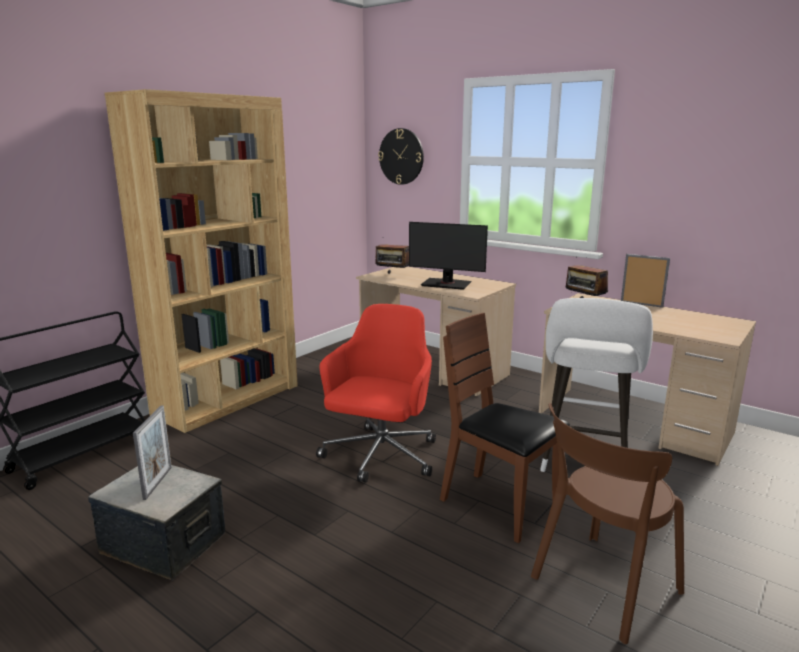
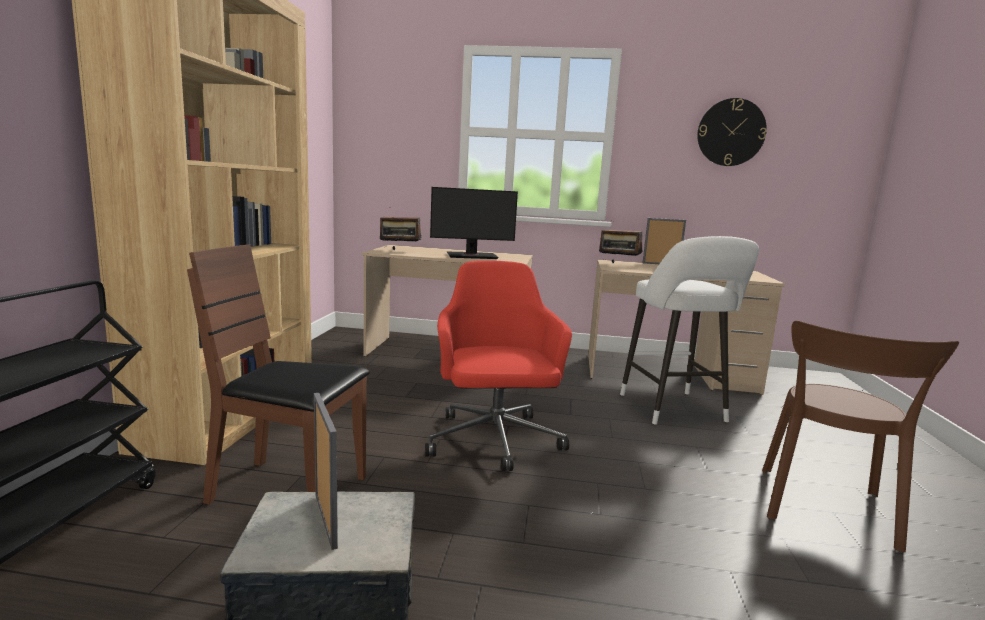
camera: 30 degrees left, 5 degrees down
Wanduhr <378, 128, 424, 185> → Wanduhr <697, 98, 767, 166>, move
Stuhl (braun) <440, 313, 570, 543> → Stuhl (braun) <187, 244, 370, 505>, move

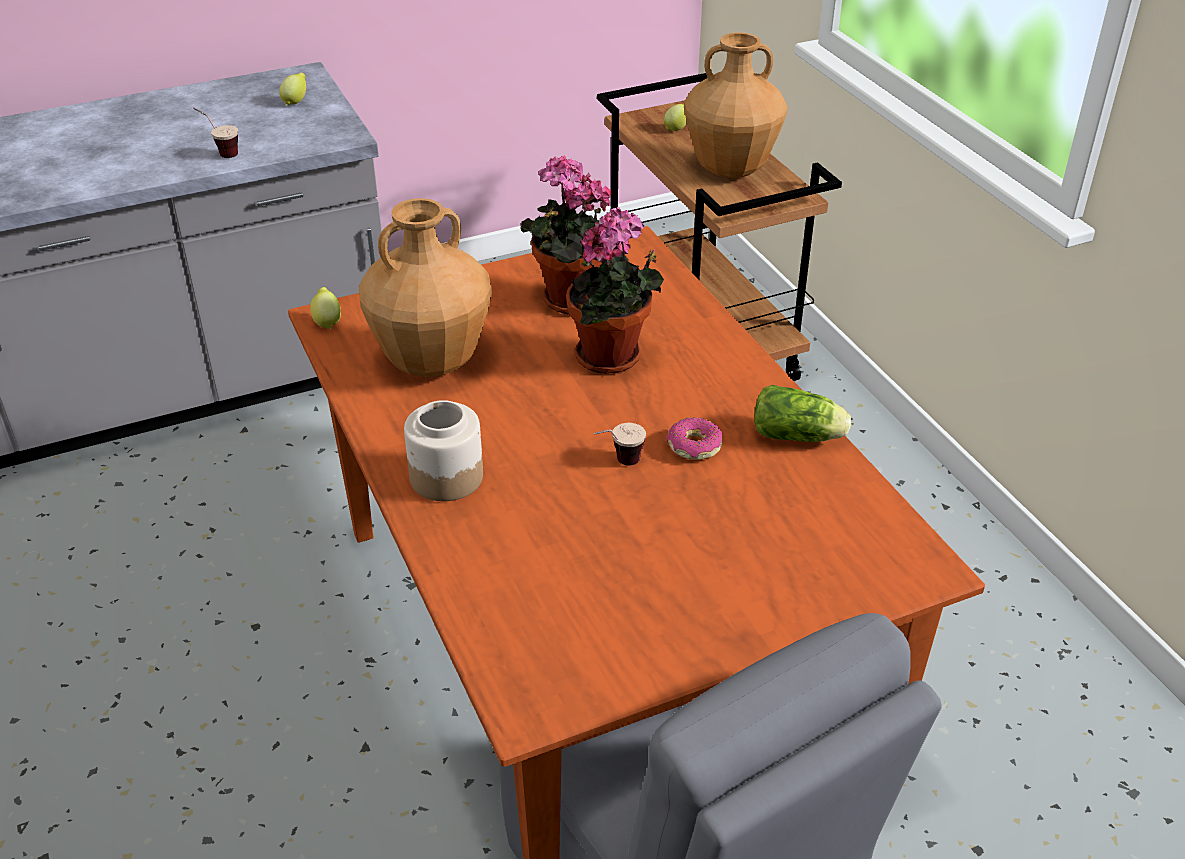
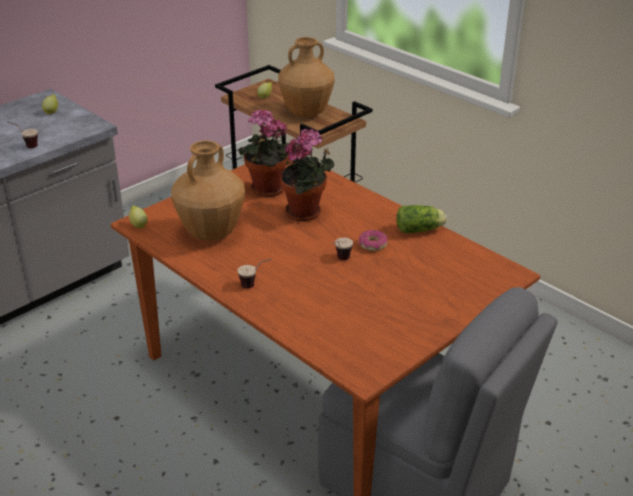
camera: 20 degrees left, 5 degrees down
Vorratsglas <404, 400, 483, 501> → Tasse <237, 259, 272, 289>

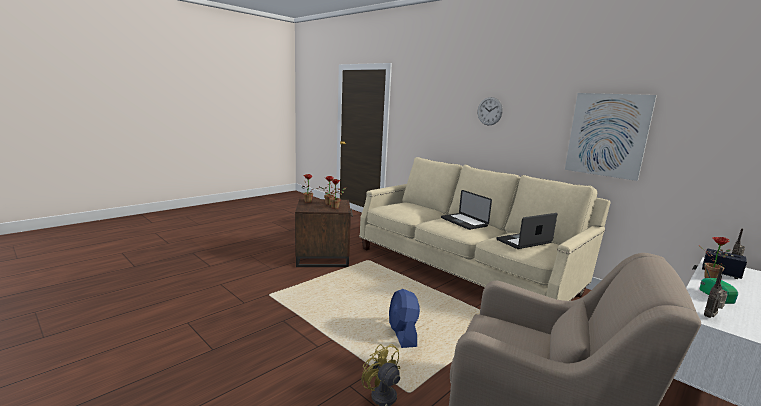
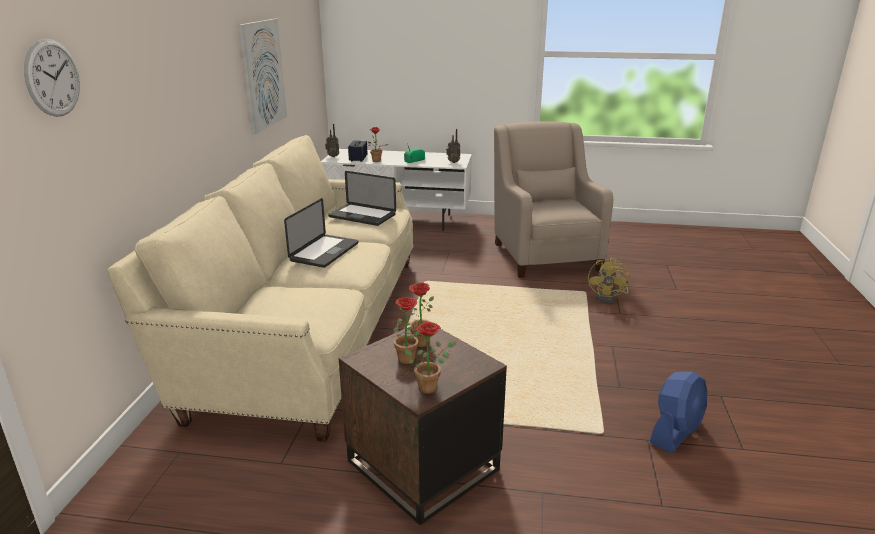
camera: 125 degrees left, 10 degrees up
Wanduhr <478, 97, 503, 125> → Wanduhr <24, 39, 80, 117>, move
Ventilator (blau) <389, 289, 420, 348> → Ventilator (blau) <650, 372, 708, 453>, move

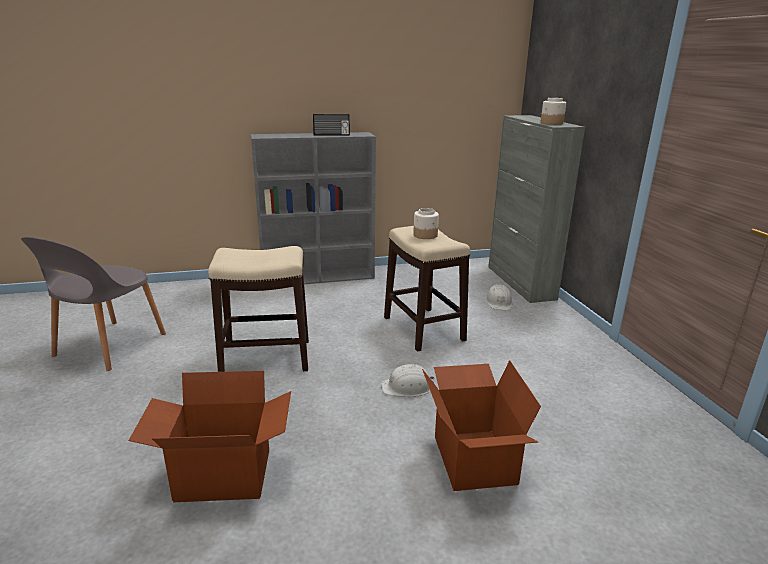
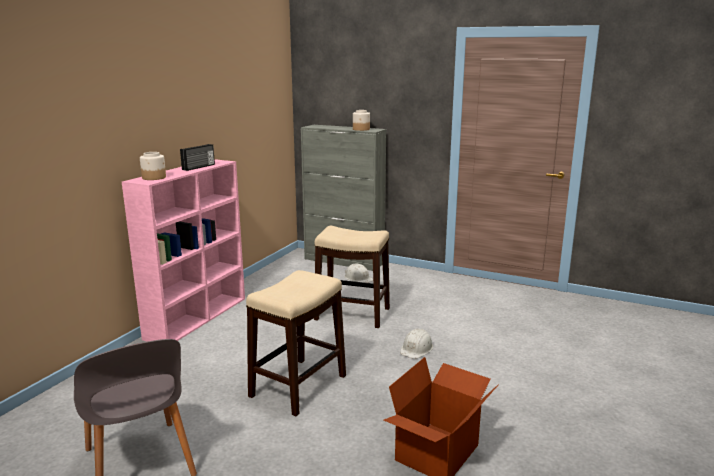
camera: 50 degrees left, 5 degrees down
Bücherregal (grau) <251, 132, 376, 284> → Bücherregal (rosa) <122, 159, 245, 342>
Vorratsglas <413, 208, 439, 239> → Vorratsglas <140, 152, 166, 180>, move
Karton <422, 360, 541, 491> → -

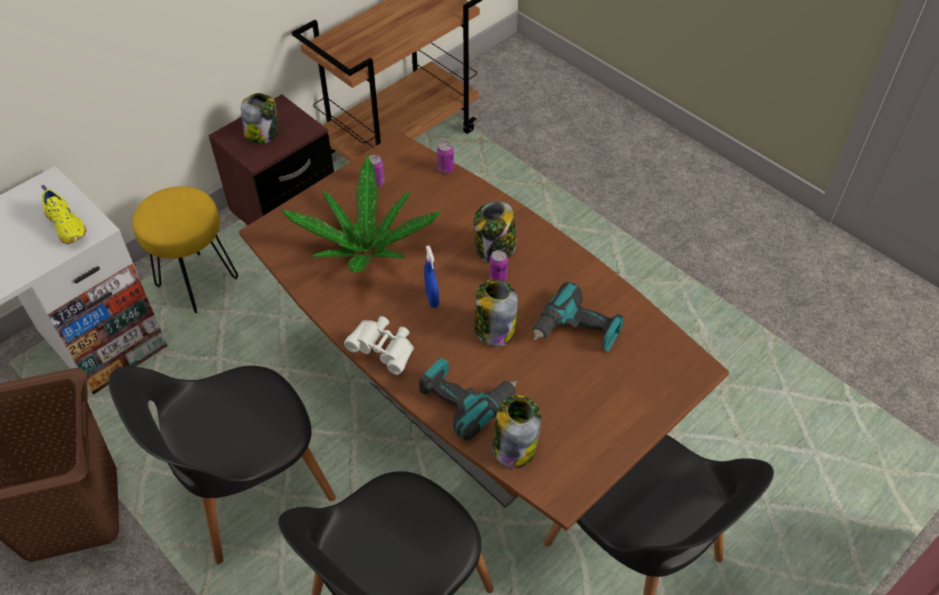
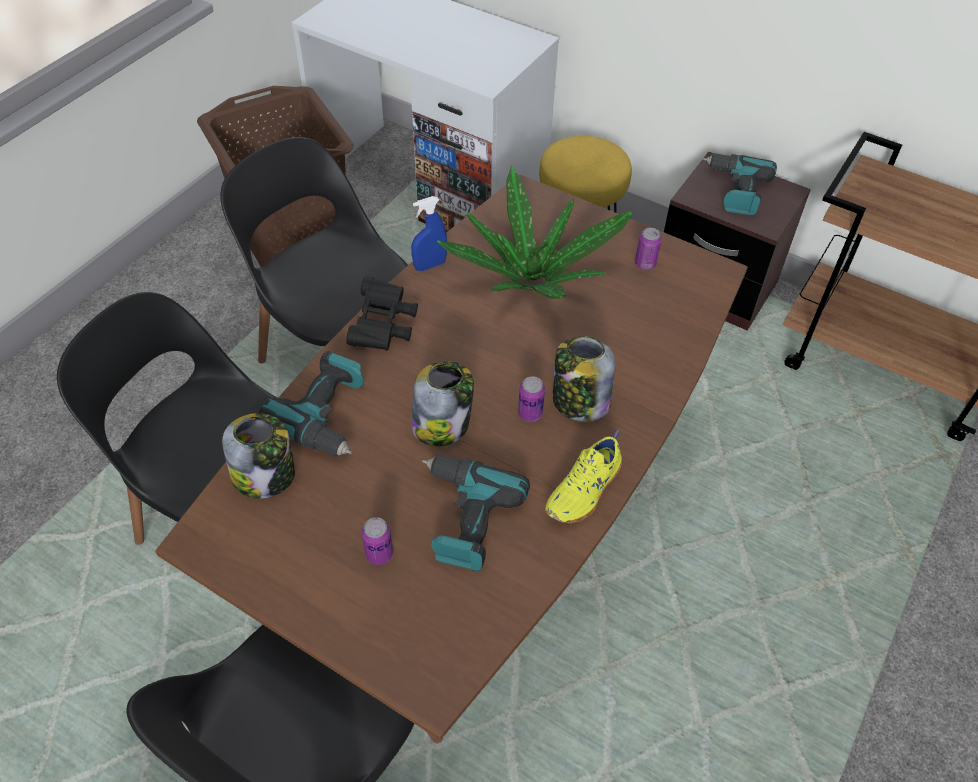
camera: 75 degrees right, 0 degrees up
Vorratsglas <241, 93, 278, 144> → Bohrmaschine <703, 153, 777, 216>
Dose <437, 142, 454, 174> → Dose <361, 517, 393, 565>, move
Schuh (gelb) <41, 185, 86, 244> → Schuh (gelb) <545, 429, 622, 523>, move
Sprühflasche (blau) <424, 245, 439, 308> → Sprühflasche (blau) <411, 196, 447, 271>, move
Fernglas (weiß) <344, 316, 414, 375> → Fernglas (schwarz) <346, 276, 418, 351>

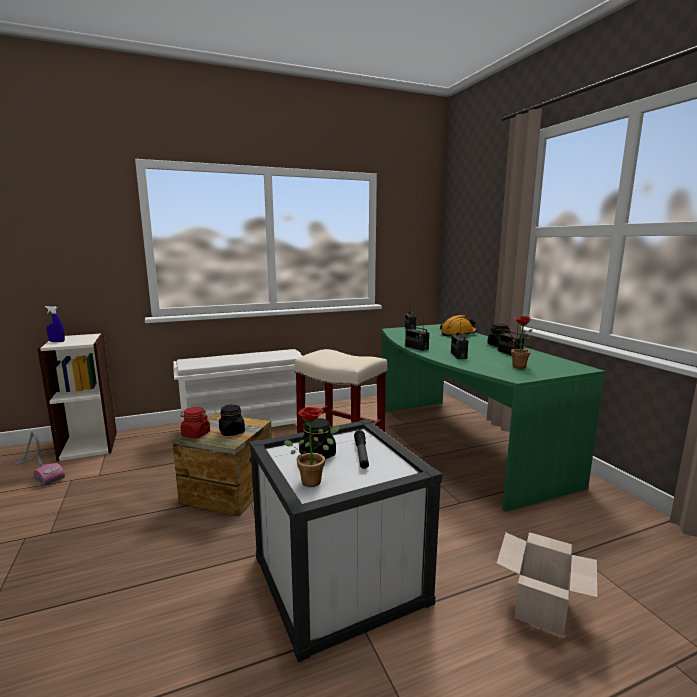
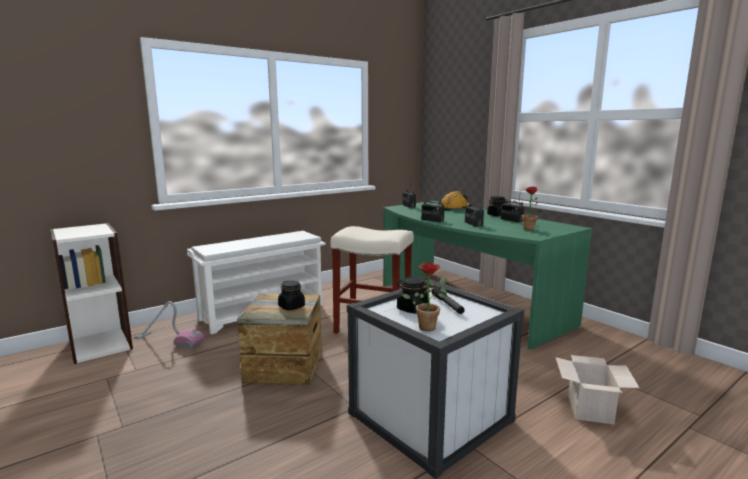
camera: 15 degrees left, 0 degrees up
Sprühflasche (blau) <45, 306, 65, 342> → -
Vorratsglas (rot) <180, 407, 210, 438> → -
Staubsauger <13, 431, 65, 486> → Staubsauger <135, 301, 204, 349>, move

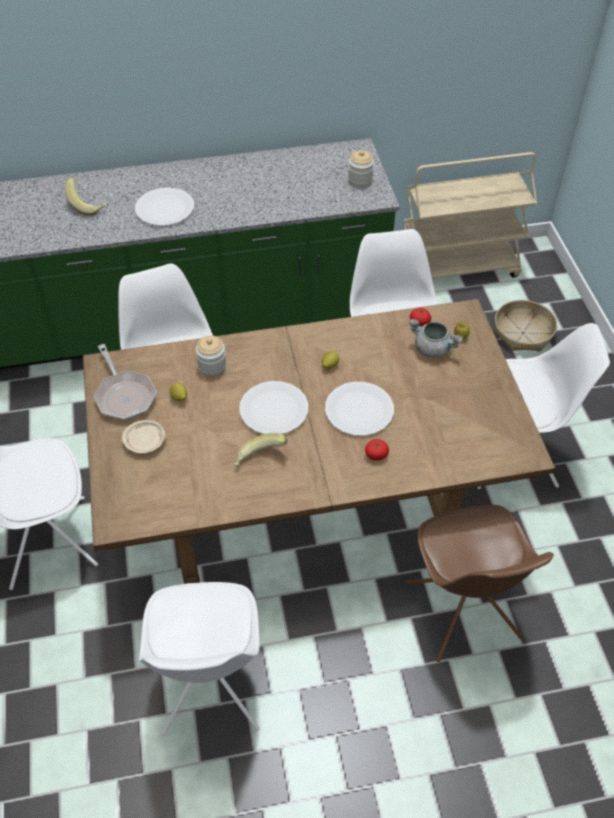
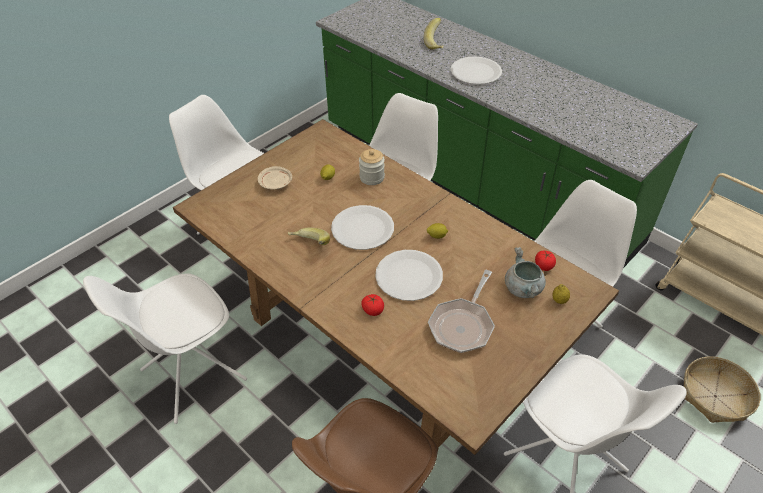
camera: 55 degrees right, 5 degrees down
Vorratsglas <348, 150, 374, 187> → -
Pfanne <94, 344, 157, 421> → Pfanne <428, 270, 495, 353>, move

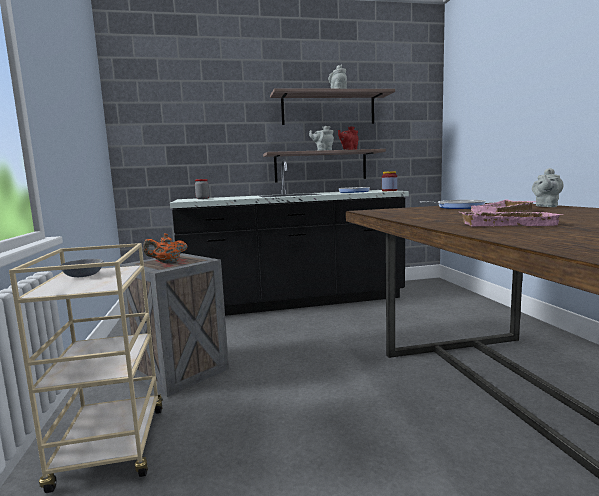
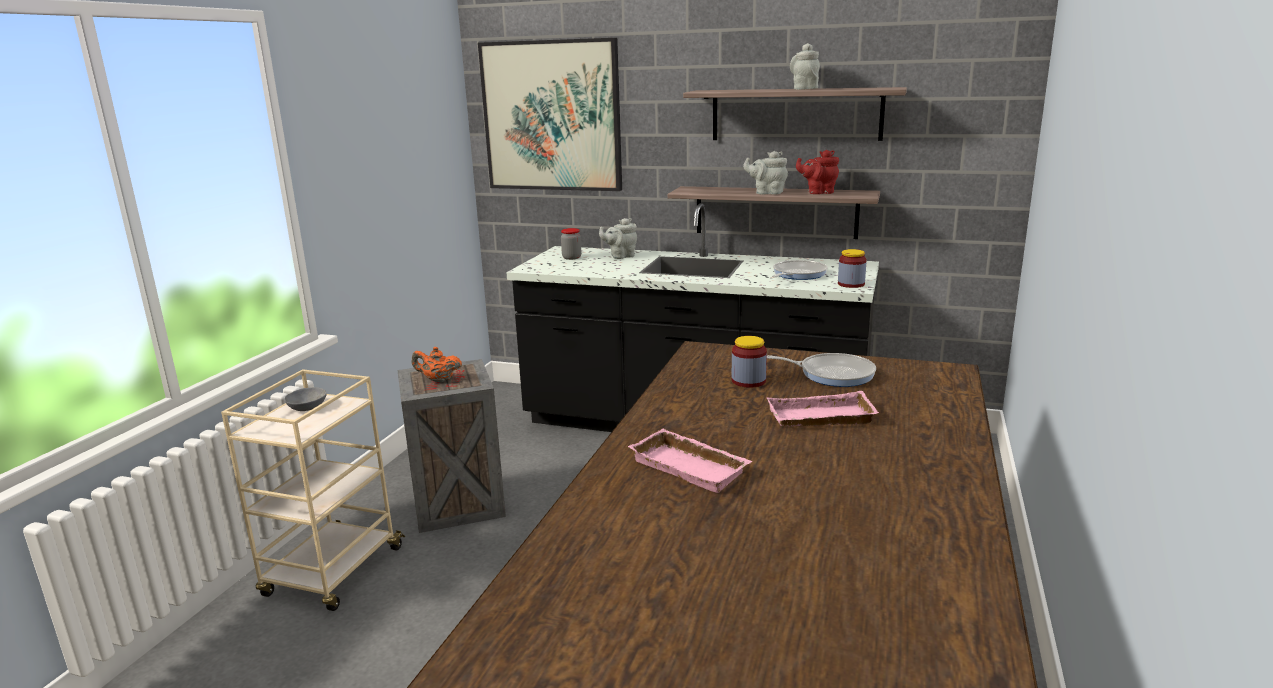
camera: 30 degrees right, 10 degrees up
Teekanne (grau) <532, 168, 564, 207> → Teekanne (grau) <599, 218, 637, 259>, move
- → Bild <478, 38, 622, 191>
- → Vorratsglas <732, 336, 767, 388>

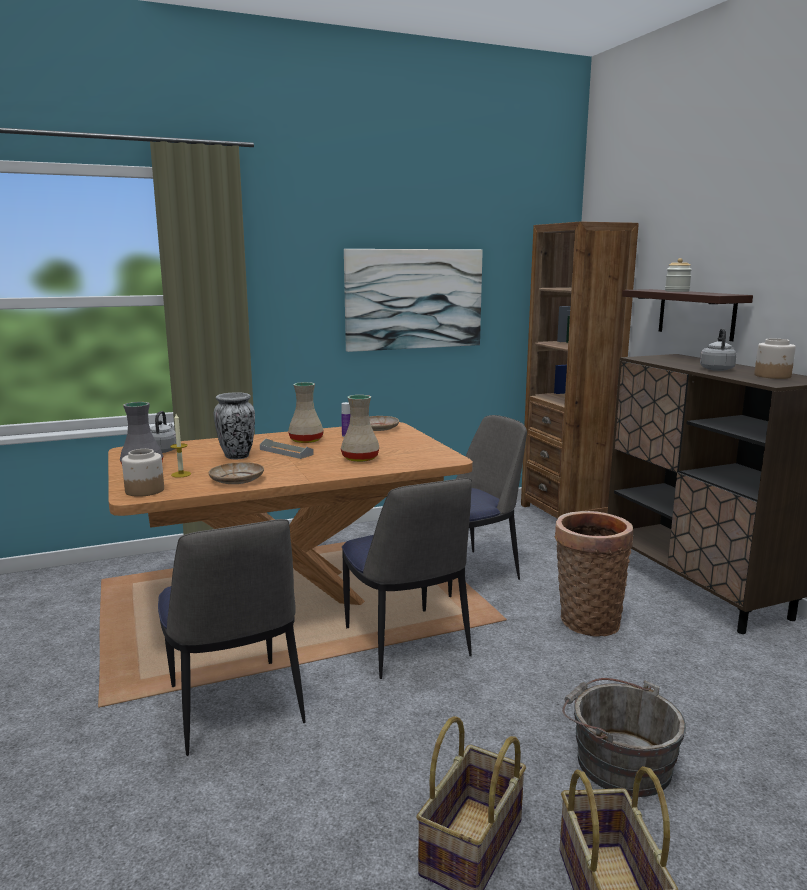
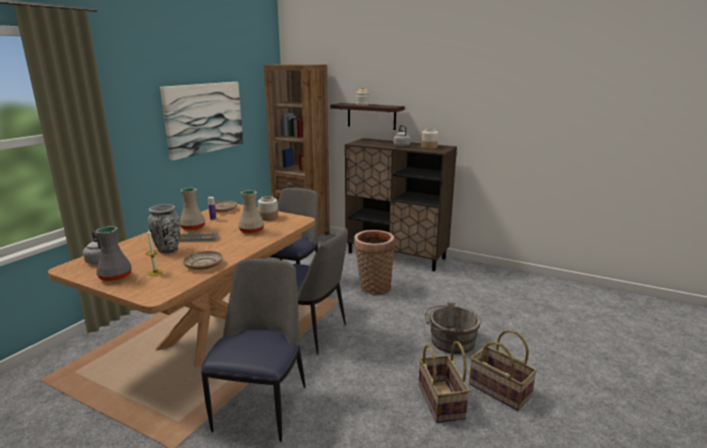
camera: 40 degrees left, 5 degrees up
Vorratsglas <122, 449, 164, 497> → Vorratsglas <258, 196, 278, 221>, move
Stuhl <158, 519, 305, 756> → Stuhl <201, 258, 306, 442>, 105 degrees counterclockwise

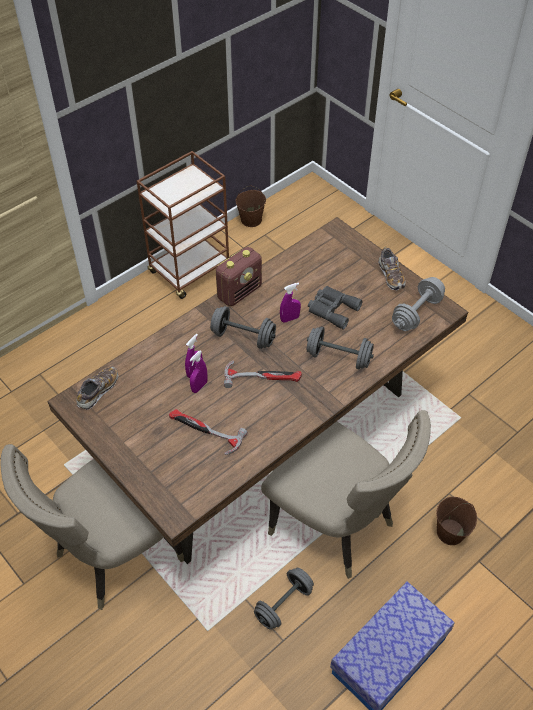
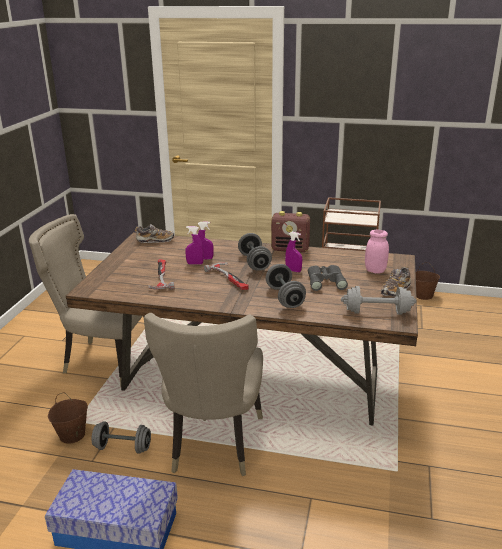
camera: 55 degrees right, 25 degrees down
Eimer (braun) <436, 497, 477, 545> → Eimer (braun) <48, 392, 88, 444>, move
- → Vorratsglas (rosa) <365, 230, 389, 273>

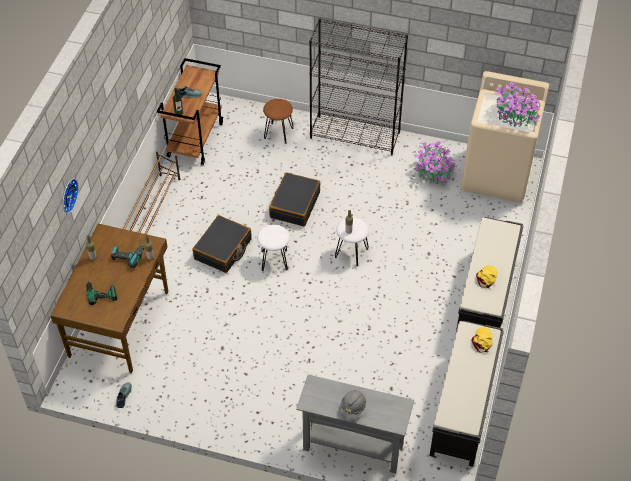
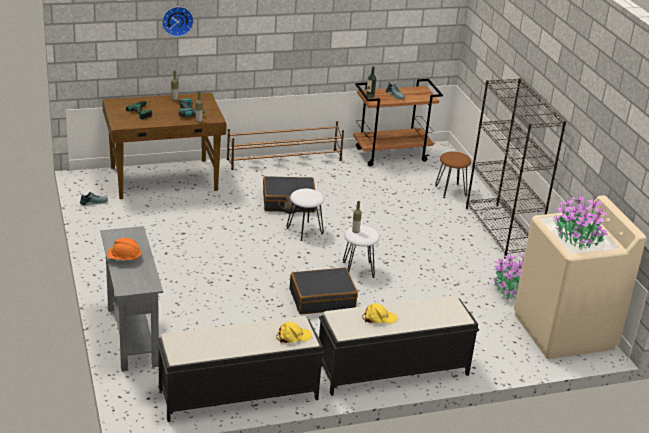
camera: 55 degrees right, 20 degrees down
Koffer (schwarz) <269, 173, 320, 226> → Koffer (schwarz) <290, 267, 358, 314>, move
Schutzhelm (grau) <339, 390, 366, 419> → Schutzhelm (orange) <107, 238, 142, 260>

